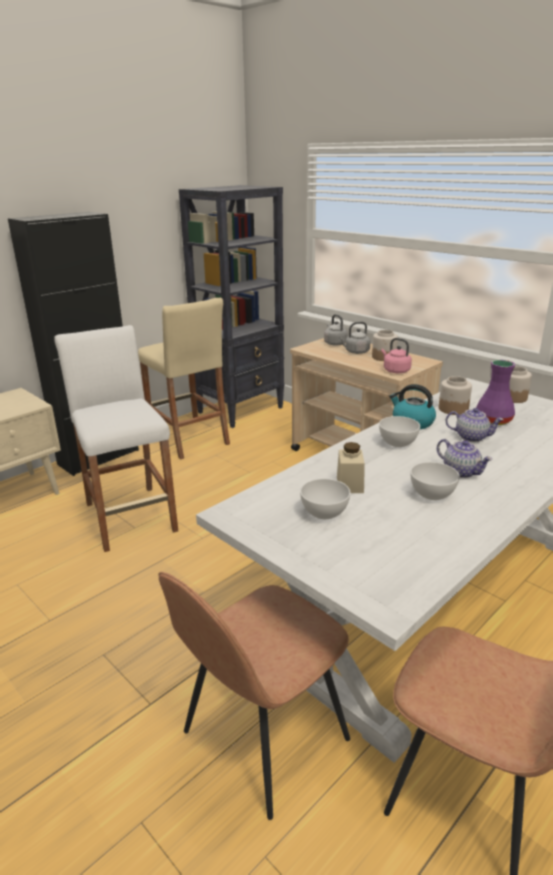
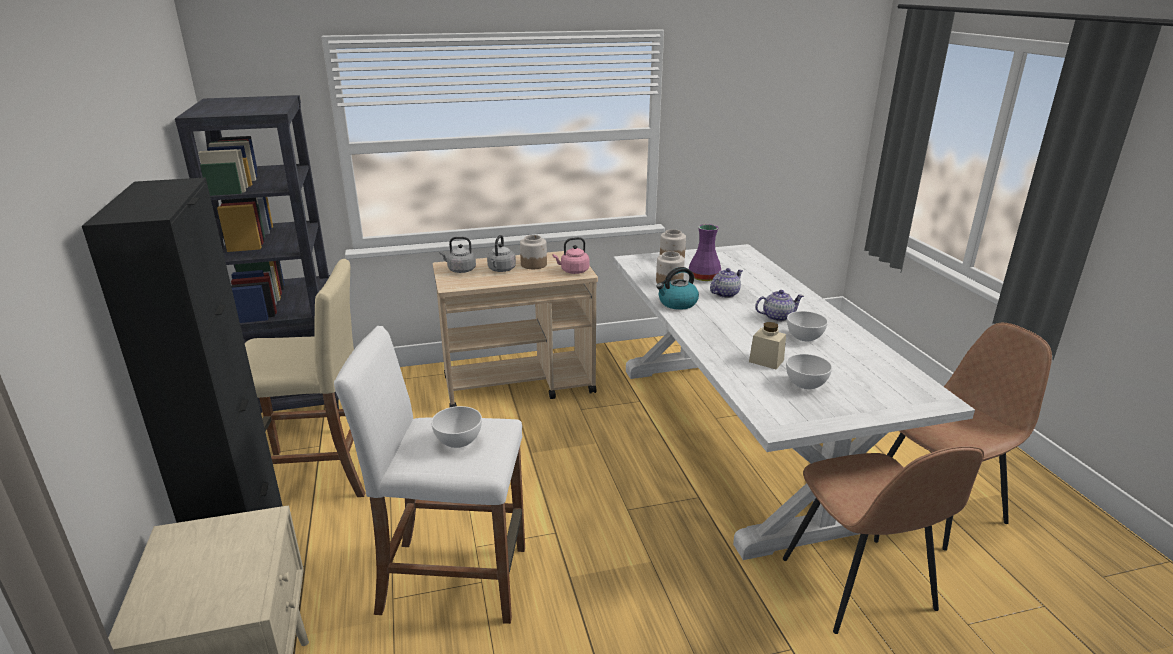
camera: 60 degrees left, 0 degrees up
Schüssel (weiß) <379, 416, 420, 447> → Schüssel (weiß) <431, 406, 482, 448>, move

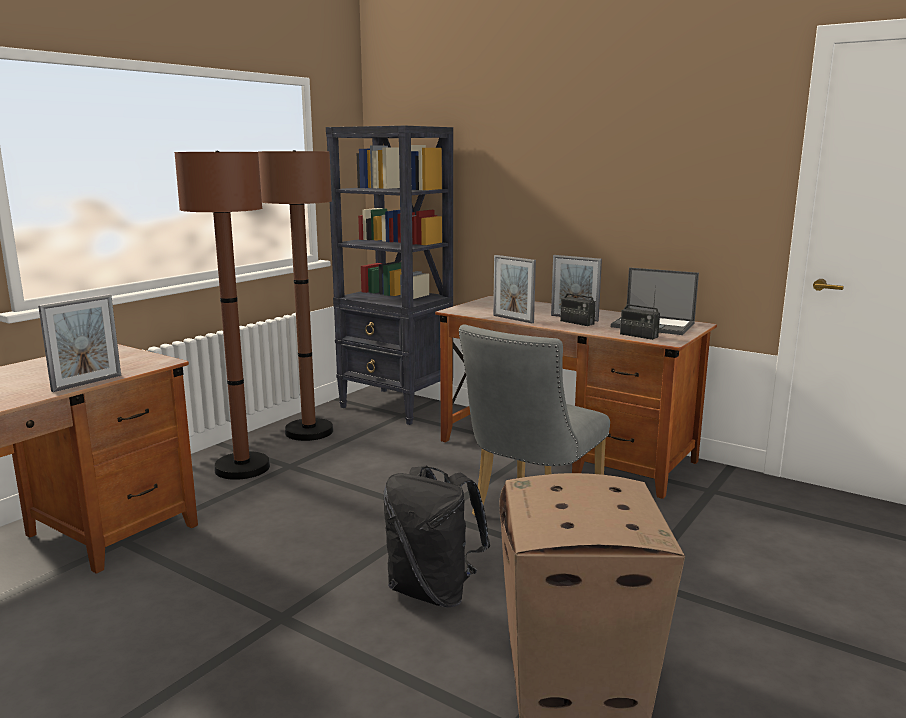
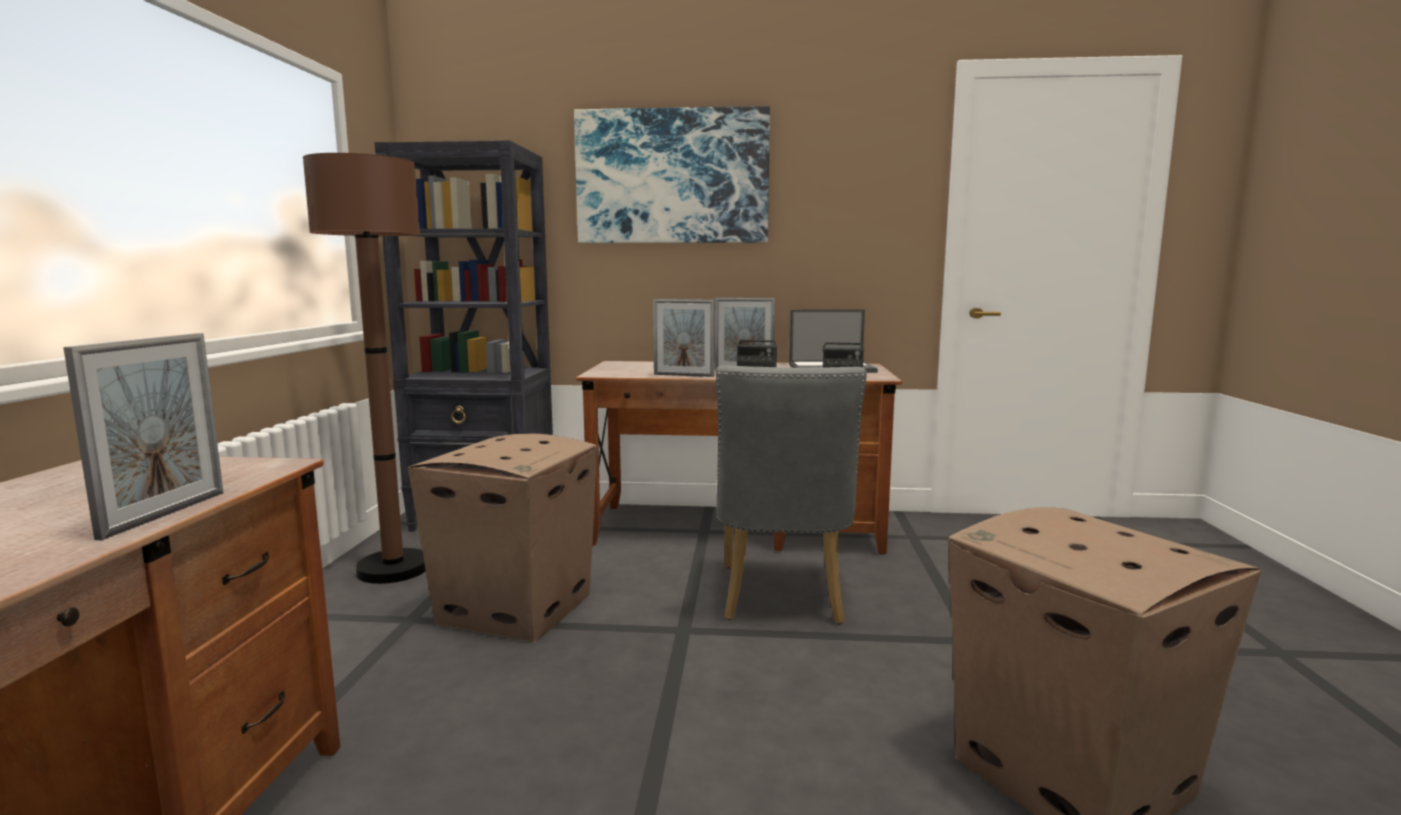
camera: 30 degrees left, 5 degrees down
Stehlampe (braun) <174, 151, 270, 480> → -
Rucksack (schwarz) <383, 466, 490, 607> → -
- → Bild <574, 106, 770, 243>
- → Karton <408, 434, 597, 643>

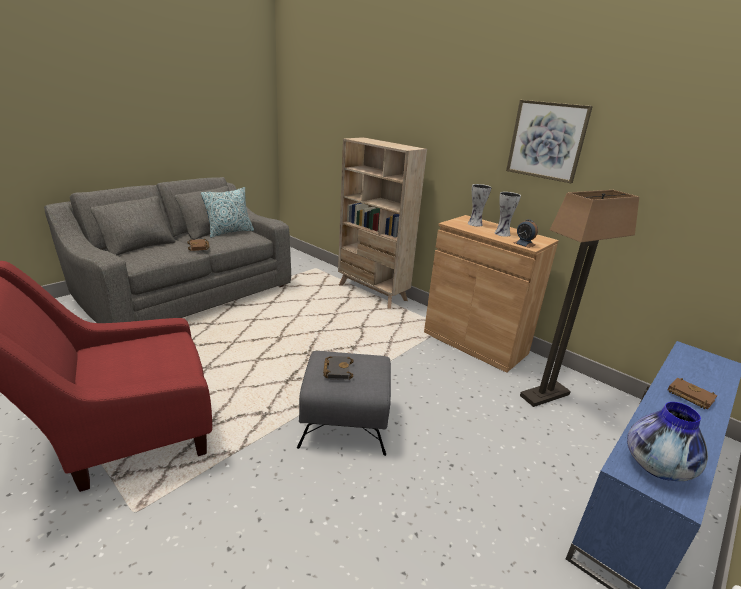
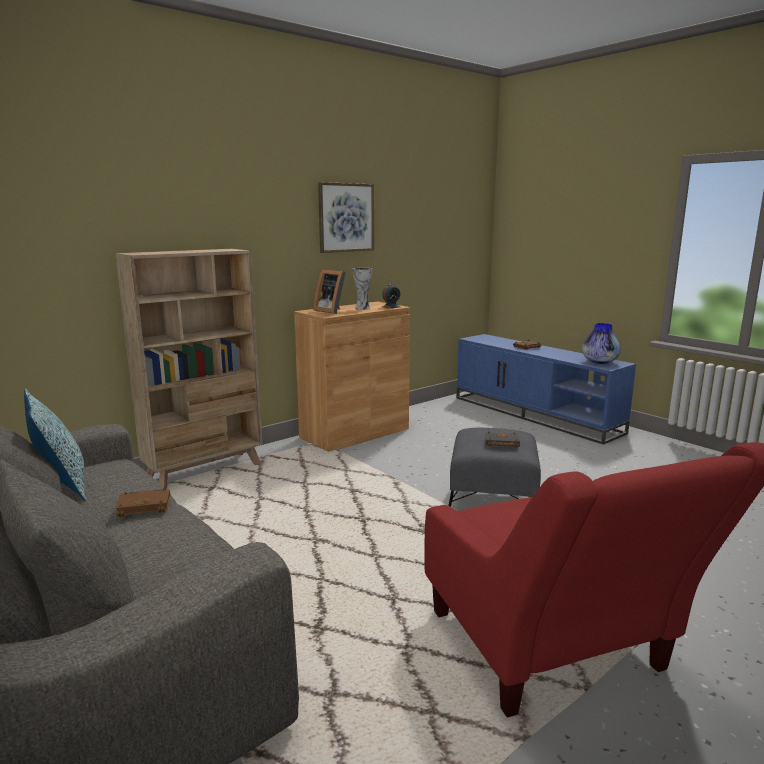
camera: 80 degrees left, 10 degrees down
Vase <468, 184, 492, 227> → Bilderrahmen <313, 269, 346, 314>
Stehlampe <520, 190, 639, 407> → -

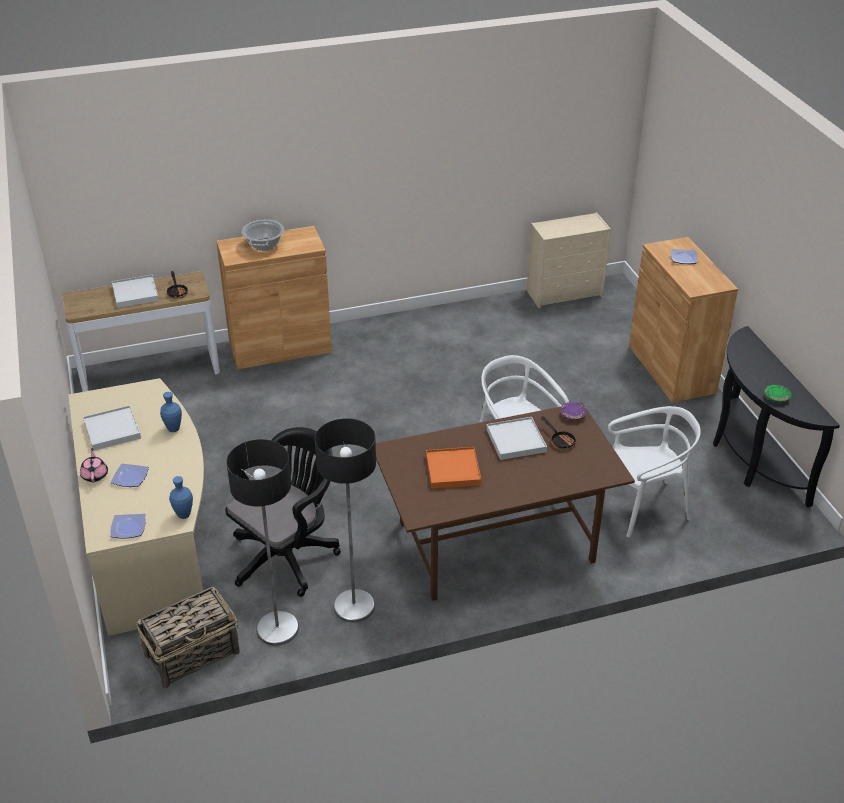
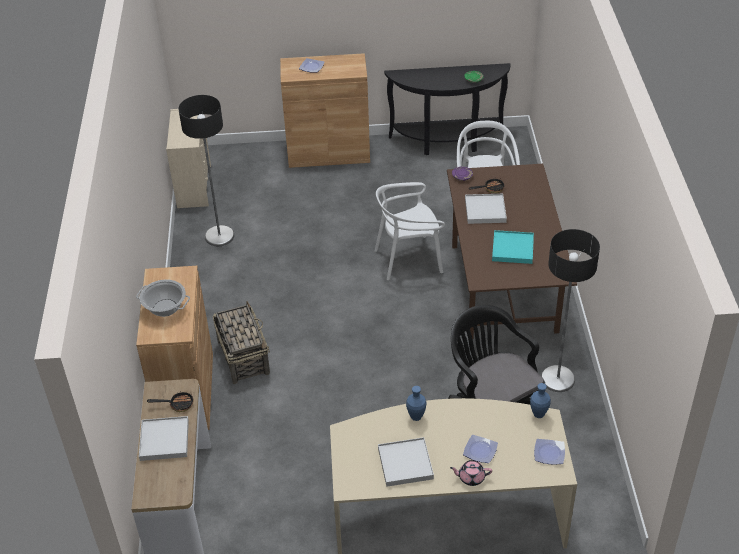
camera: 75 degrees left, 5 degrees up
Stehlampe <227, 439, 299, 646> → Stehlampe <178, 95, 234, 246>, move
Tablett (orange) <426, 447, 481, 489> → Tablett (türkis) <492, 230, 534, 264>
Korb <136, 587, 240, 688> → Korb <213, 301, 270, 384>, move

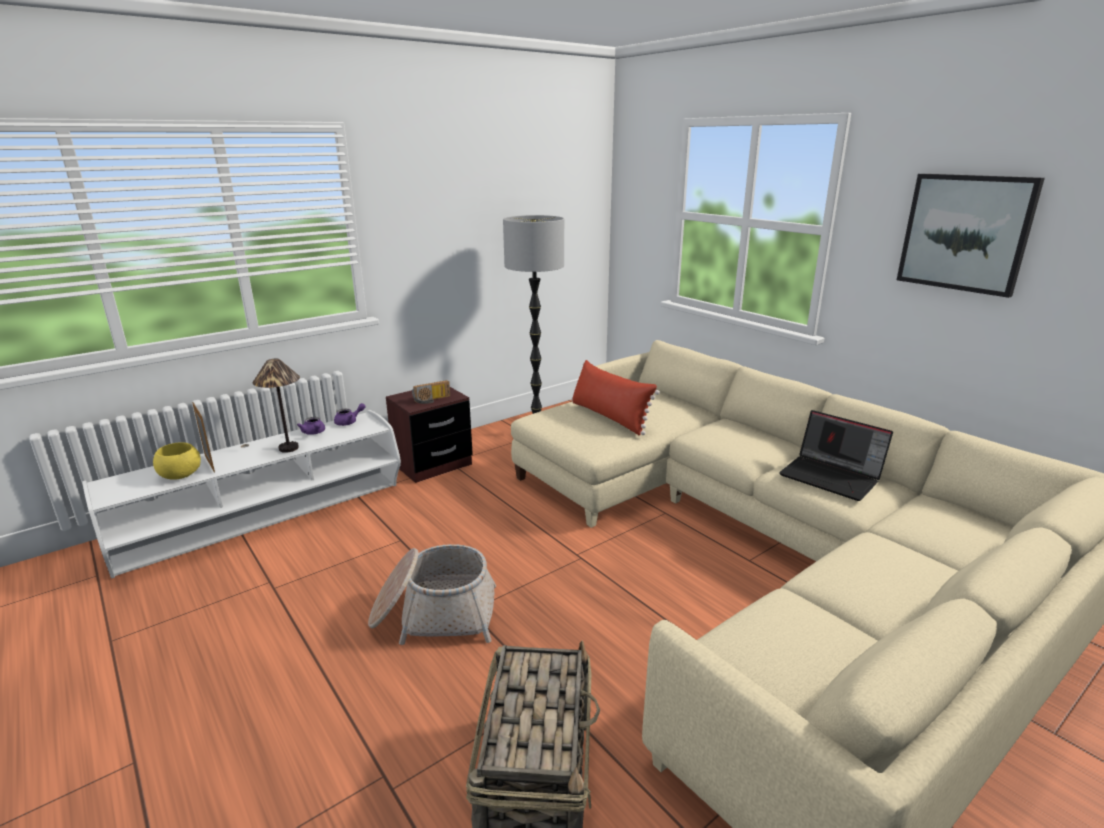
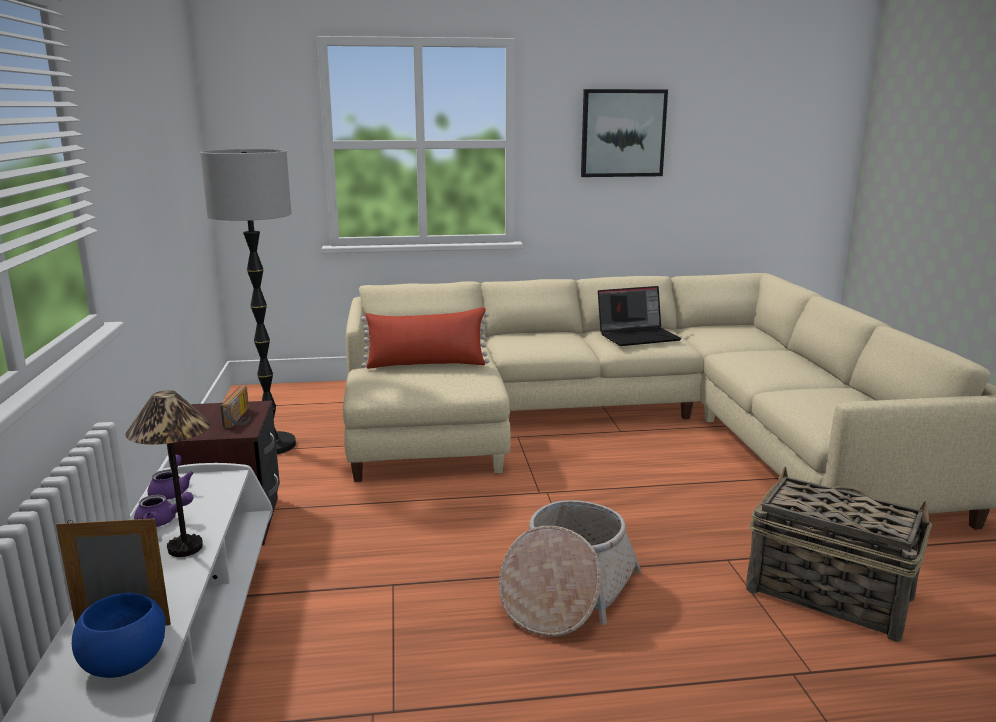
camera: 60 degrees left, 5 degrees down
Schüssel (gelb) <153, 442, 201, 480> → Schüssel (blau) <72, 592, 166, 678>

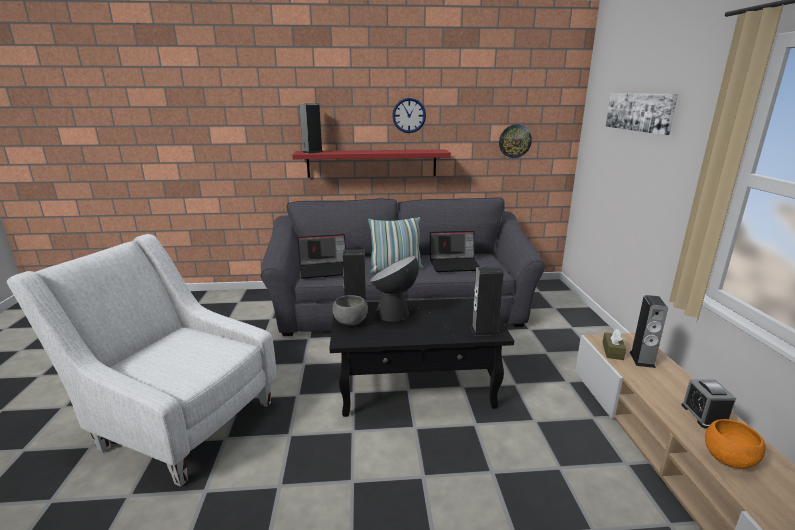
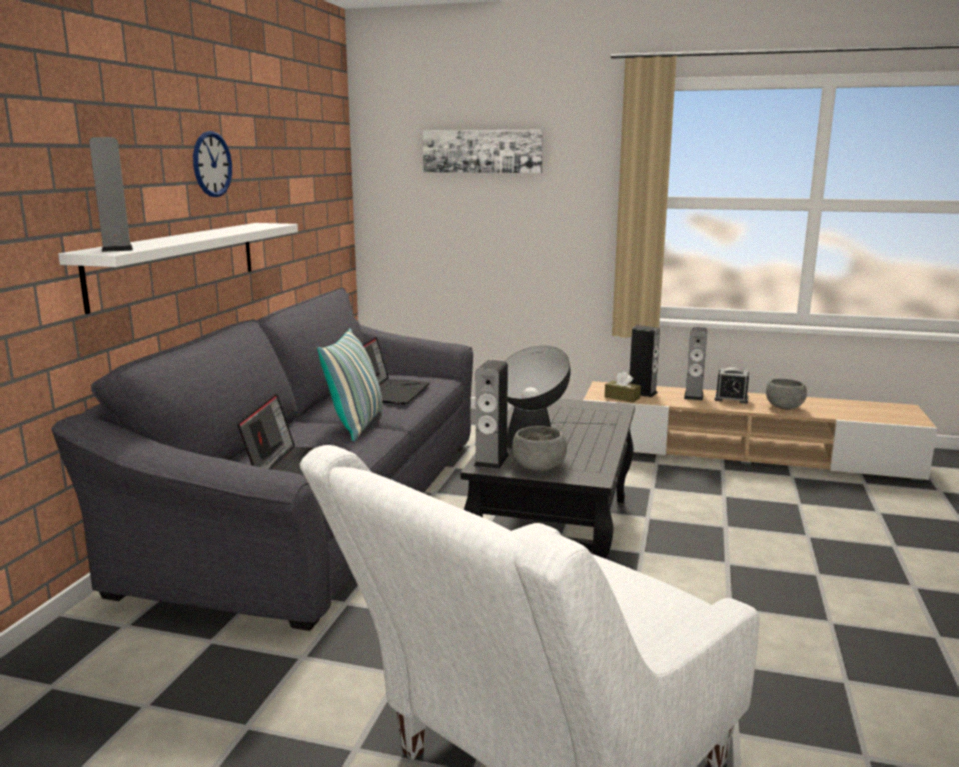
camera: 70 degrees left, 5 degrees down
Wanduhr <499, 124, 532, 158> → -
Wandregal (rot) <292, 149, 451, 178> → Wandregal (weiß) <58, 223, 298, 314>
Lautsprecher <470, 267, 504, 336> → Lautsprecher <684, 327, 707, 401>, move
Schüssel (orange) <705, 419, 765, 469> → Schüssel (grau) <766, 379, 807, 410>

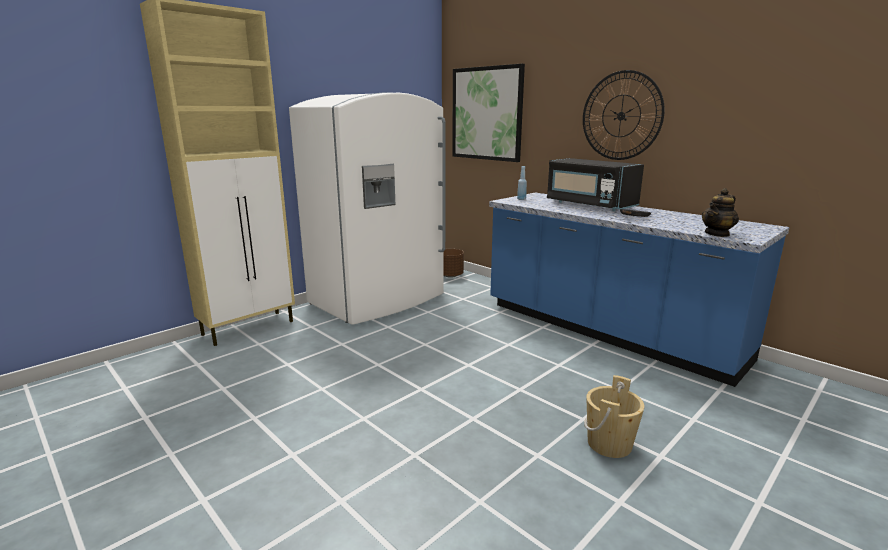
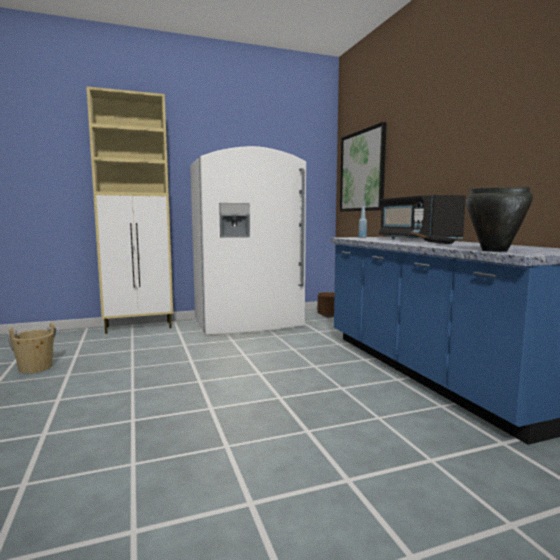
camera: 25 degrees right, 10 degrees down
Wanduhr <583, 70, 665, 160> → -
Teekanne <702, 188, 739, 237> → Kochtopf (schwarz) <466, 187, 533, 252>
Eimer (beige) <584, 375, 645, 458> → Eimer (beige) <8, 322, 56, 373>, move

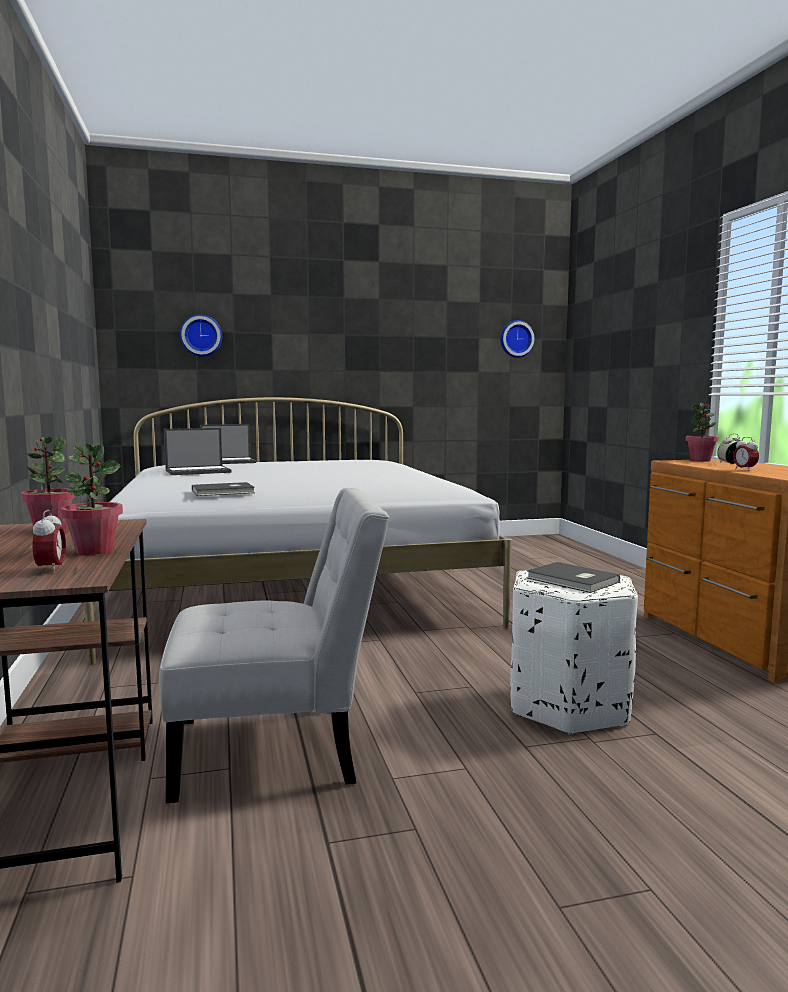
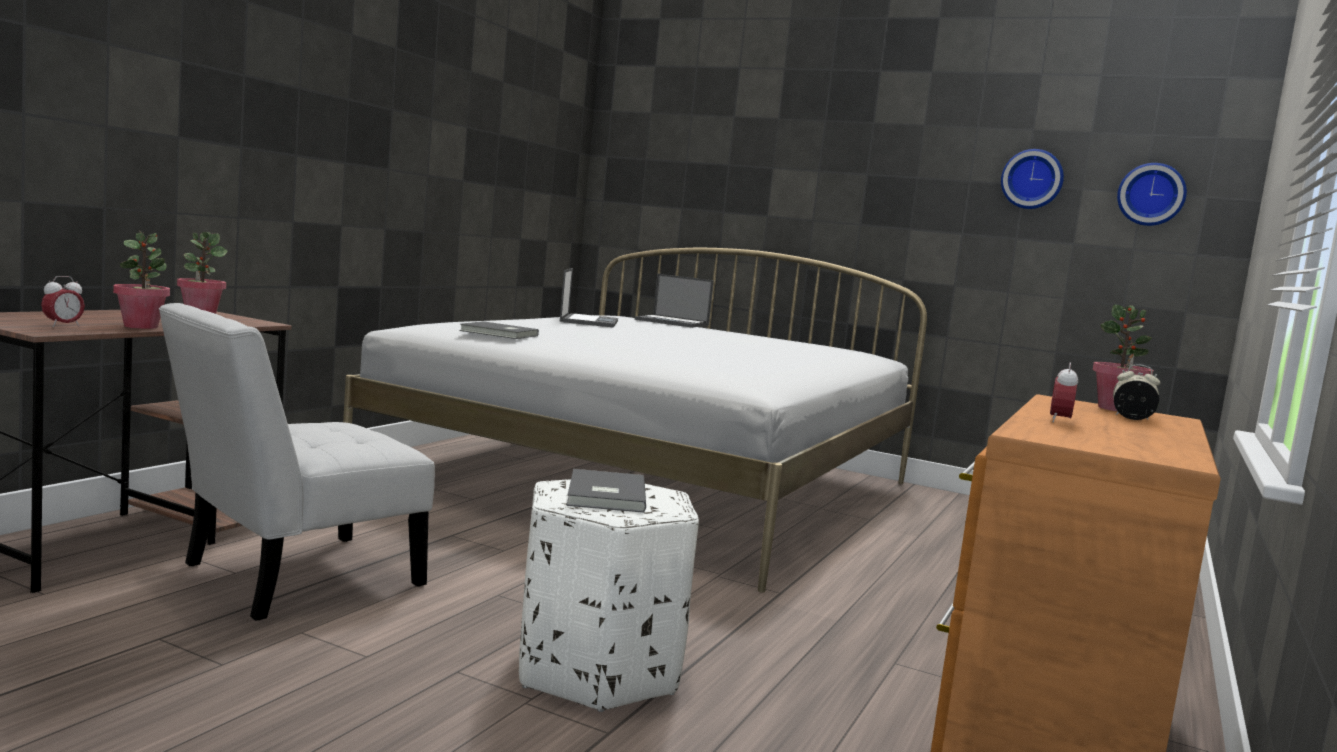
camera: 40 degrees right, 0 degrees up
Wanduhr <180, 314, 222, 357> → Wanduhr <1001, 149, 1064, 209>, move
Laptop <164, 428, 231, 475> → Laptop <560, 268, 618, 327>, 105 degrees counterclockwise
Stuhl (weiß) <159, 488, 389, 803> → Stuhl (weiß) <159, 303, 435, 621>, 105 degrees clockwise

